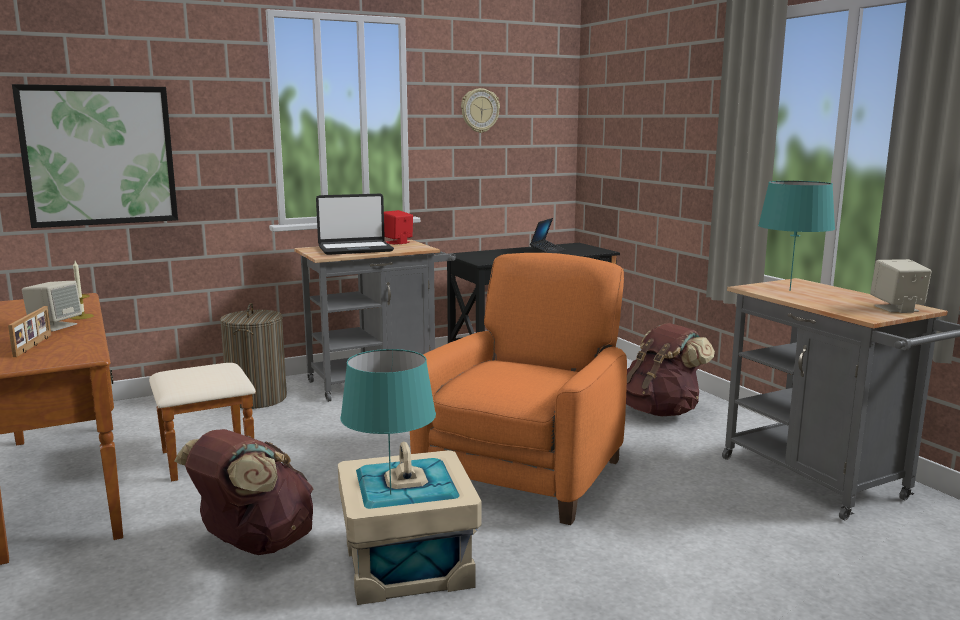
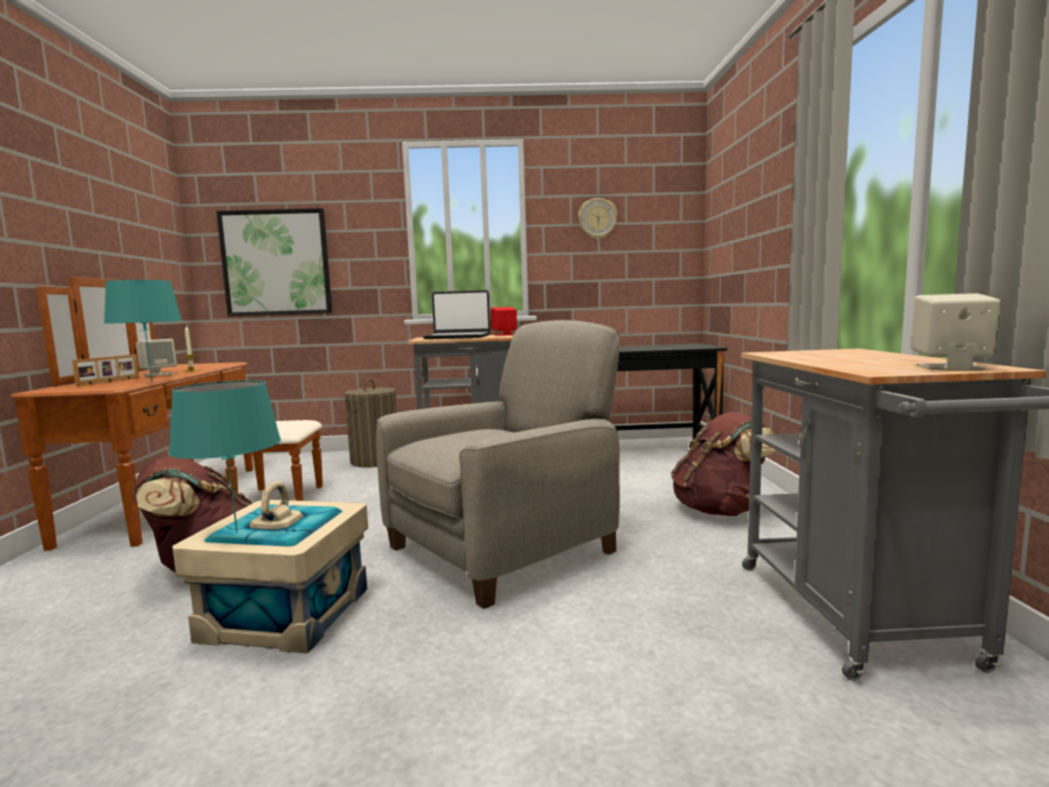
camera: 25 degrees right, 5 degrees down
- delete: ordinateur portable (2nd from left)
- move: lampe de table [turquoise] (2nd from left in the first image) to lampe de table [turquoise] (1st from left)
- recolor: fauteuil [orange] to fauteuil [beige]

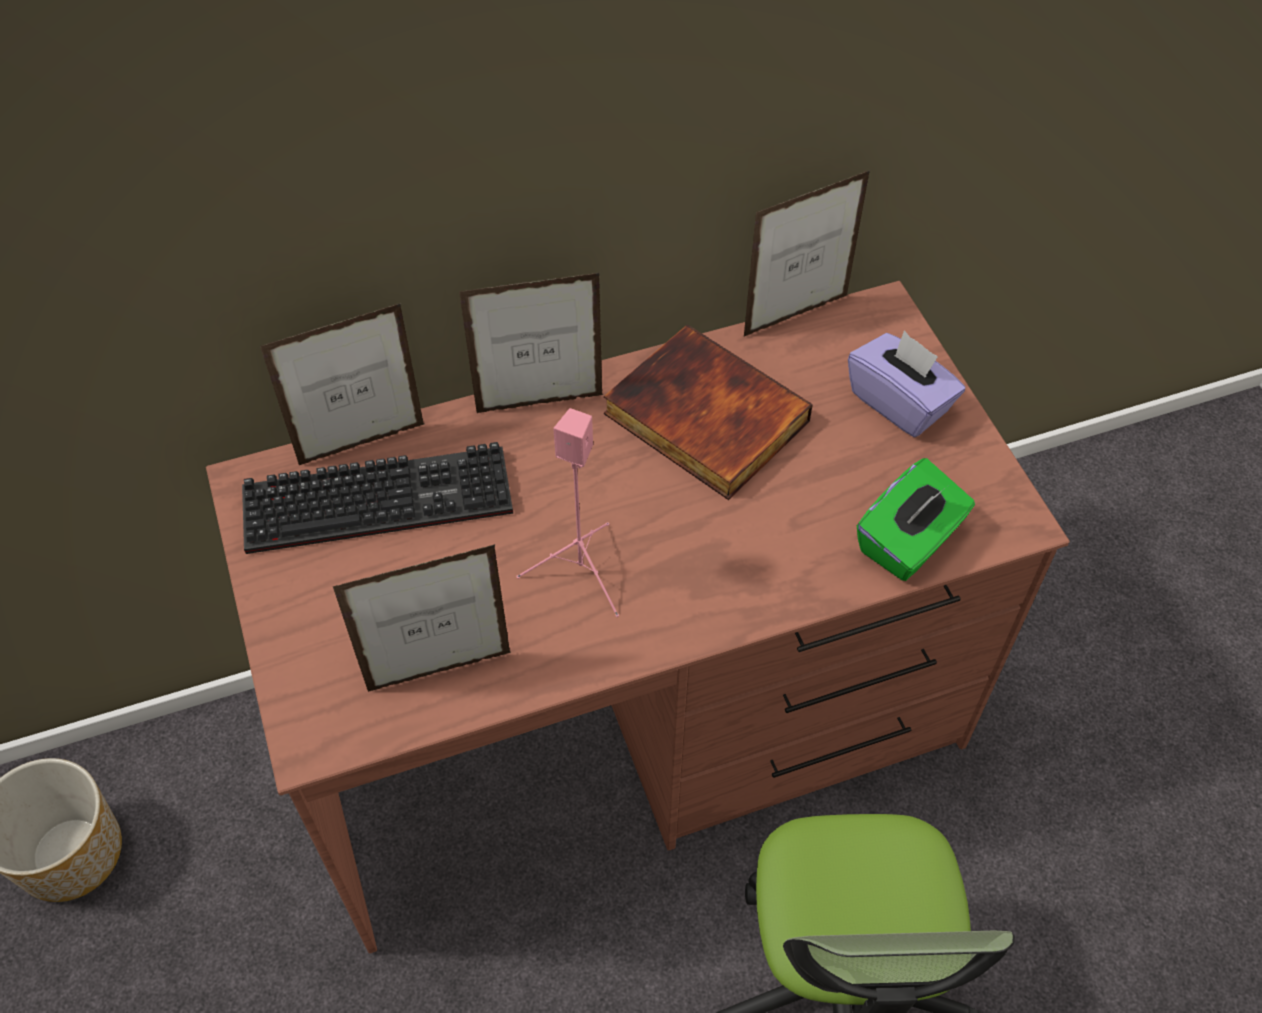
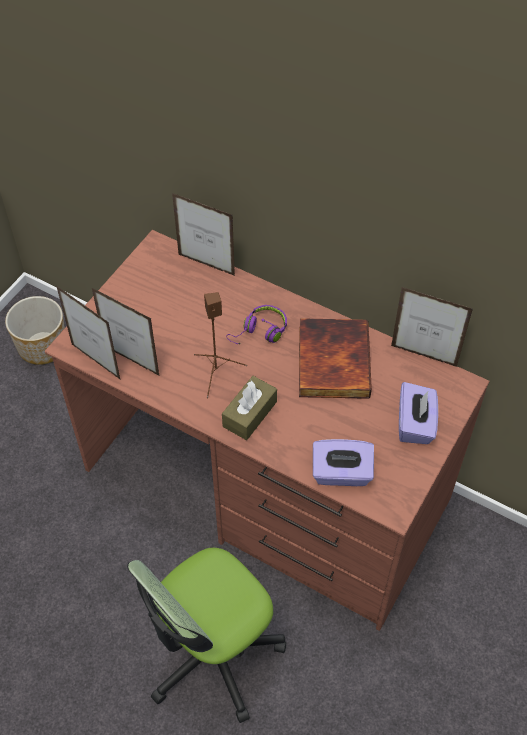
camera: 50 degrees right, 0 degrees up
- delete: clavier
- insert: boîte à mouchoirs [marron]
- insert: casque audio [violet]
- move: cadre photo (3rd from left in the first image) to cadre photo (1st from left)
- recolor: enceinte [rose] to enceinte [marron]
- recolor: boîte à mouchoirs [vert] to boîte à mouchoirs [violet] (1st from left)

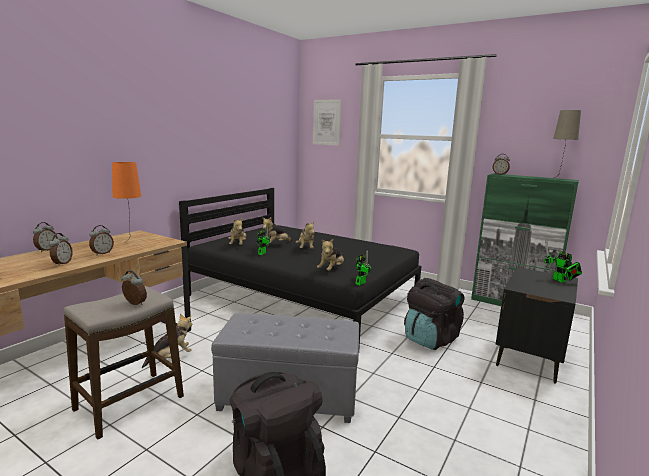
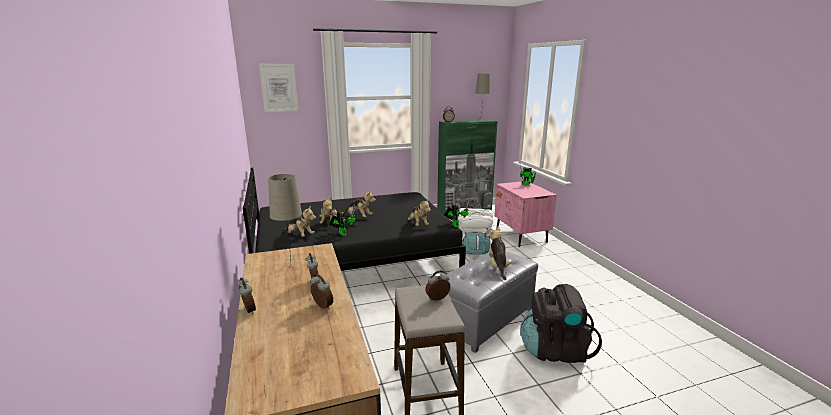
camera: 50 degrees left, 5 degrees up
- move: peluche (1st from left in the first image) to peluche (5th from left)
- recolor: lampe de table [orange] to lampe de table [beige] (1st from left)
- recolor: sac à dos [noir] (2nd from left) to sac à dos [blanc]
- recolor: table de chevet [noir] to table de chevet [rose]

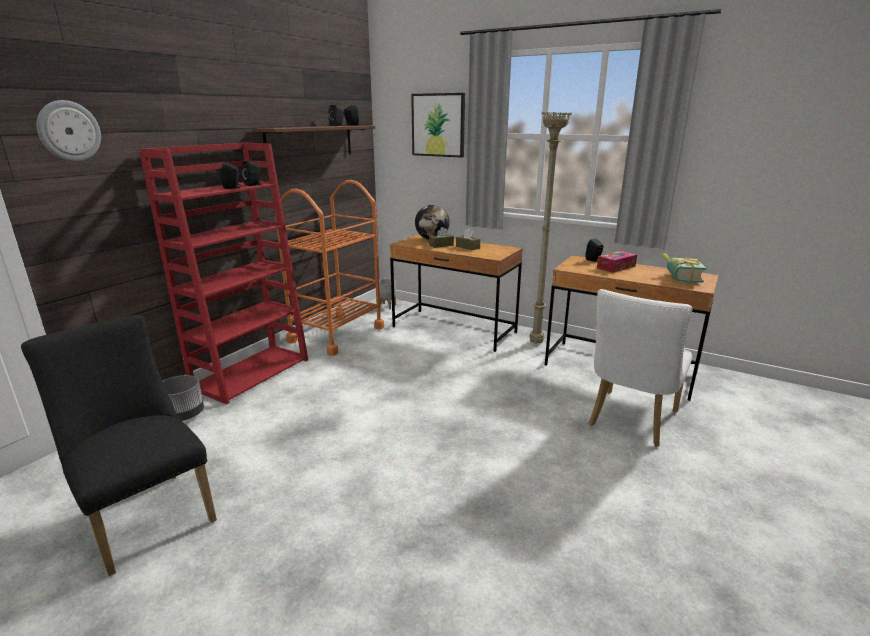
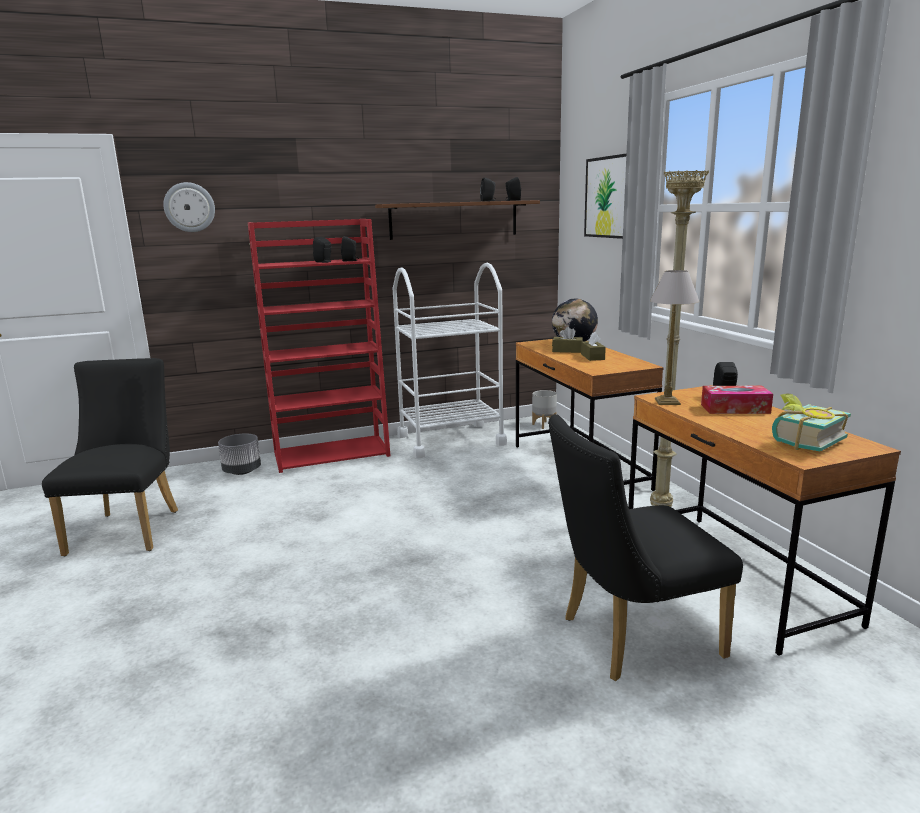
camera: 40 degrees right, 5 degrees down
- insert: lampe de table
- recolor: chariot [orange] to chariot [blanc]
- recolor: chaise [blanc] to chaise [noir] (2nd from left)

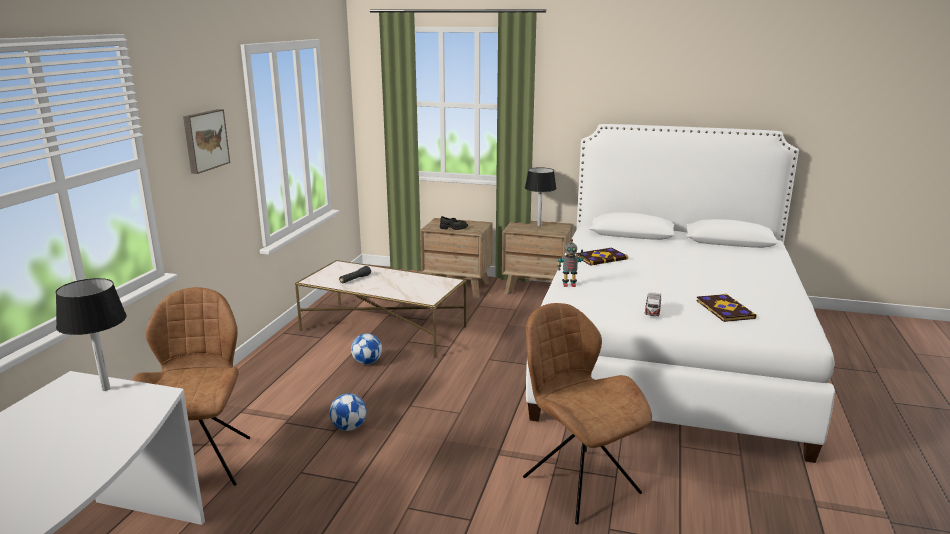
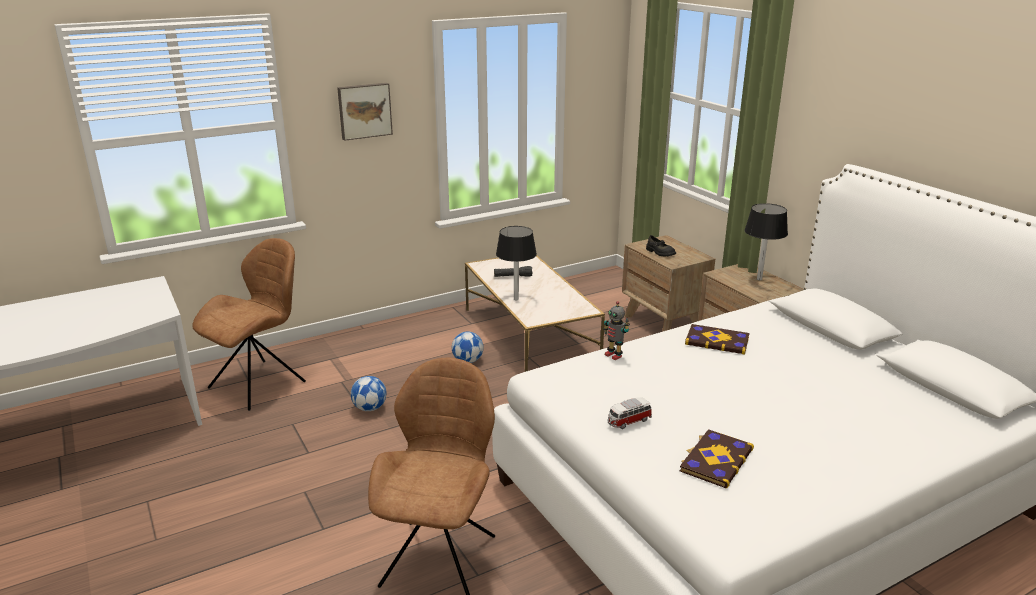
camera: 45 degrees right, 5 degrees up
- move: lampe de table [noir] (1st from left)

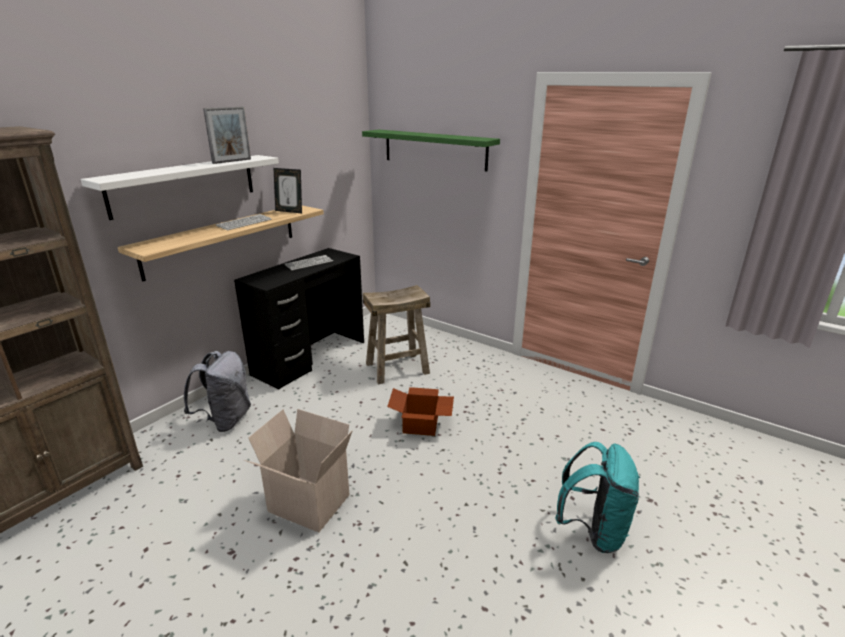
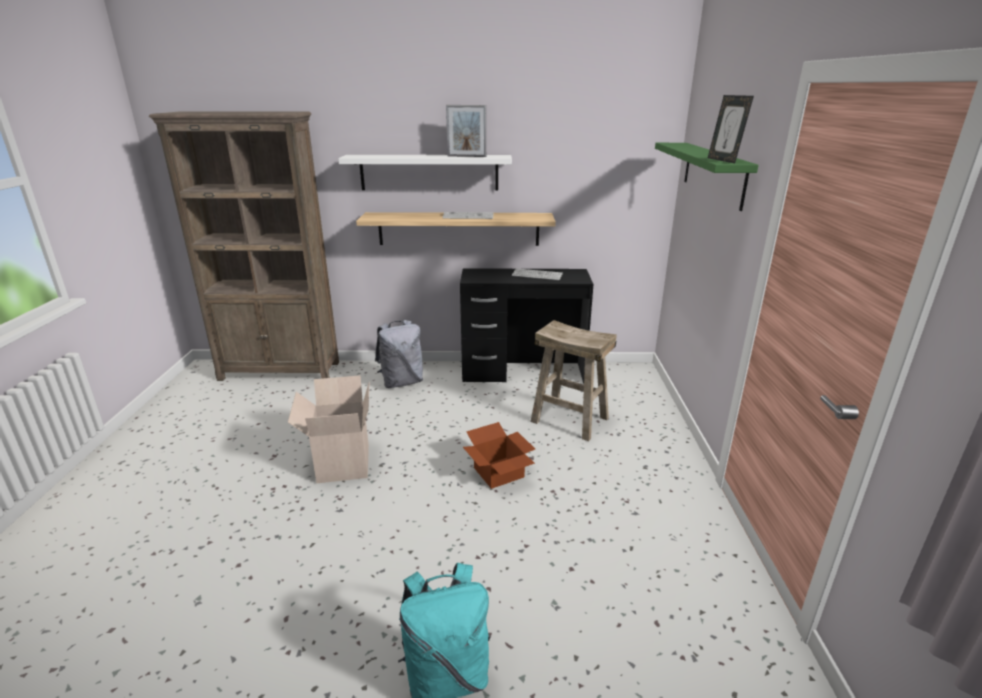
camera: 55 degrees right, 0 degrees up
- move: cadre photo (2nd from left)

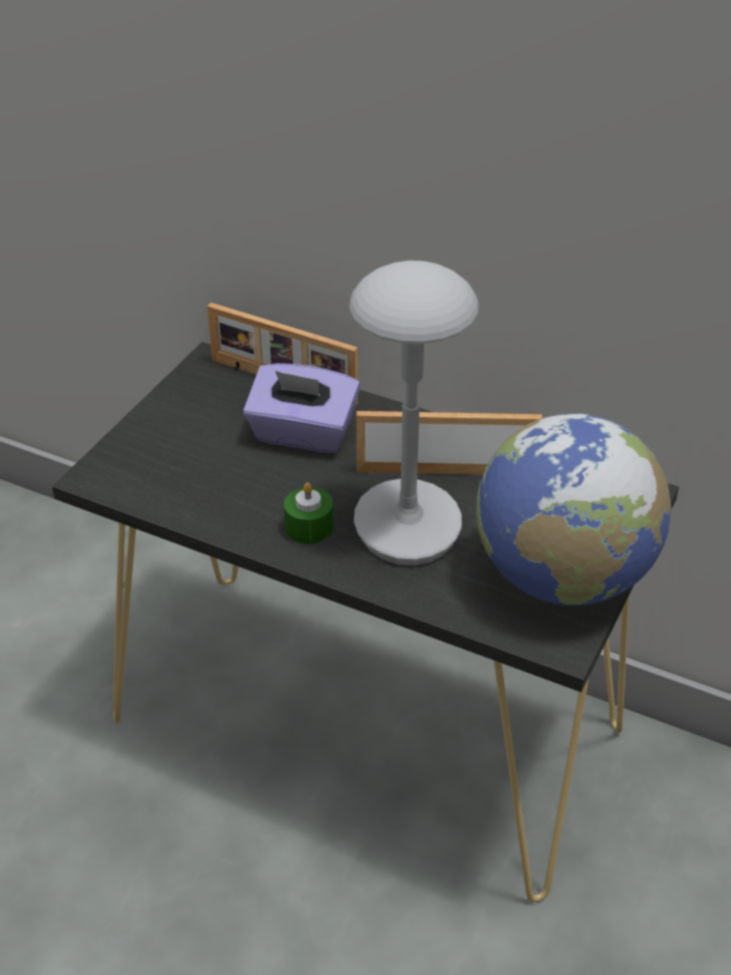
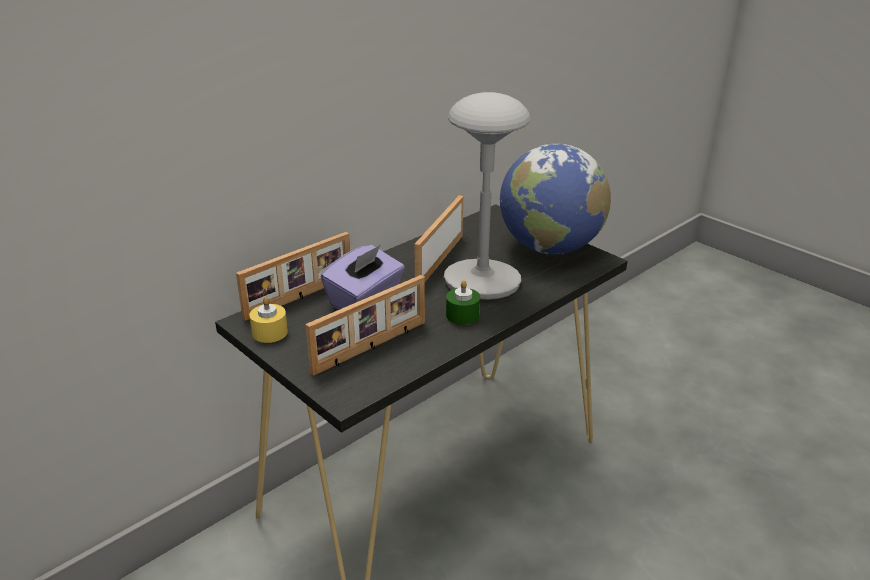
camera: 70 degrees left, 10 degrees down
- insert: bougie [jaune]
- insert: cadre photo (2nd from left)

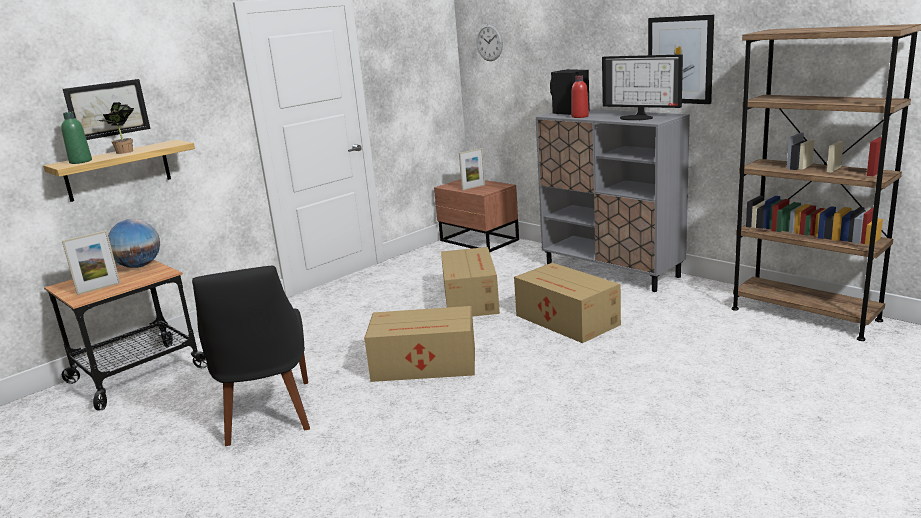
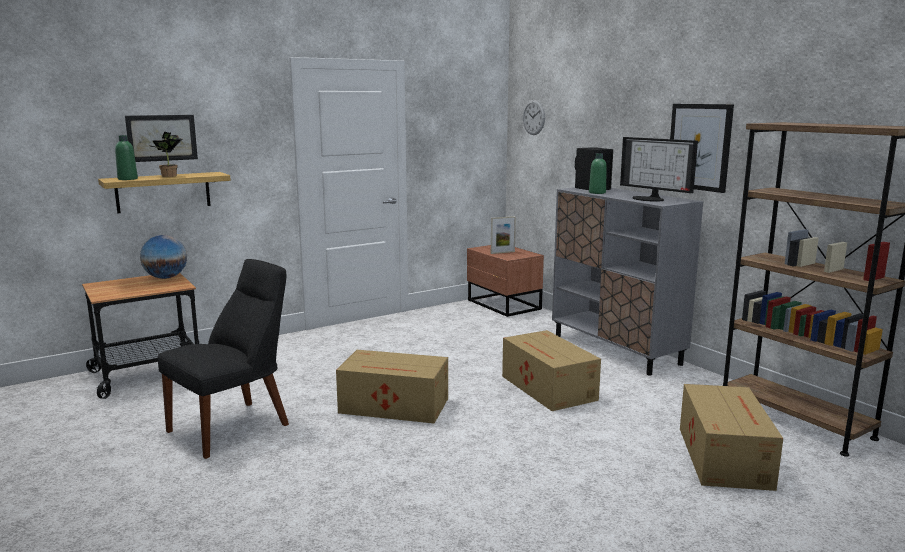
camera: 10 degrees right, 5 degrees down
- delete: cadre photo (1st from left)
- move: carton (2nd from left in the first image) to carton (3rd from left)
- recolor: bouteille [rouge] to bouteille [vert] (2nd from left)
- rotate: chaise [noir] 135 degrees counterclockwise

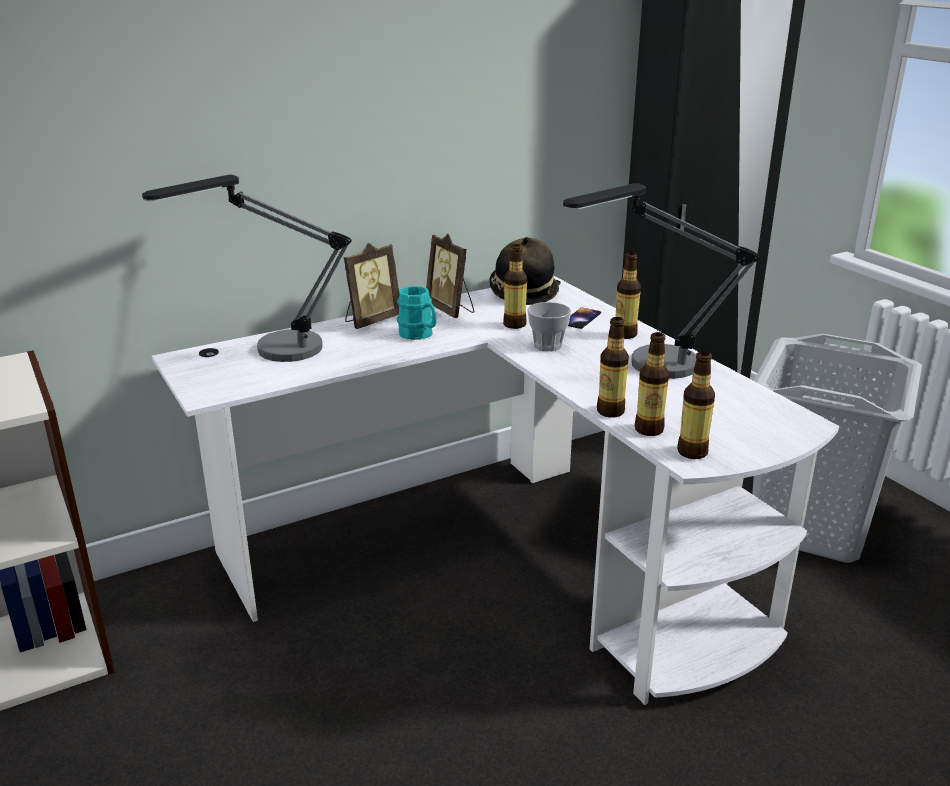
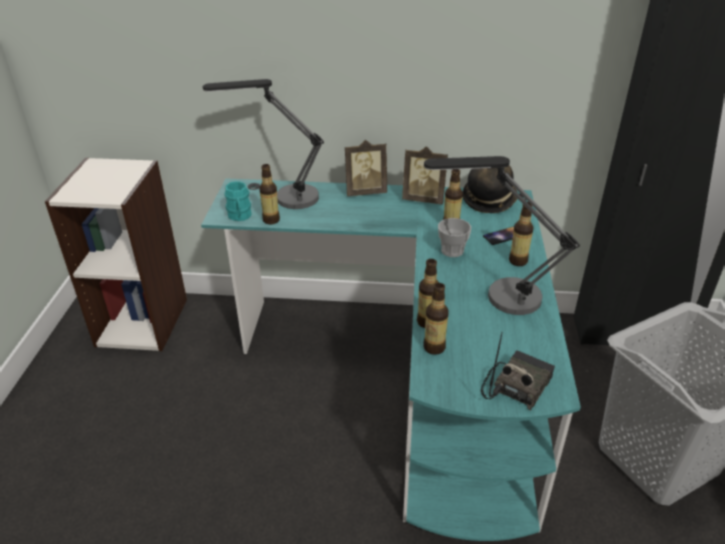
camera: 35 degrees right, 10 degrees up
- insert: radio
- move: mug [turquoise]
- move: bouteille (5th from left in the first image) to bouteille (1st from left)
- recolor: bureau [blanc] to bureau [turquoise]
- rotate: cadre photo (2nd from left) 75 degrees counterclockwise

